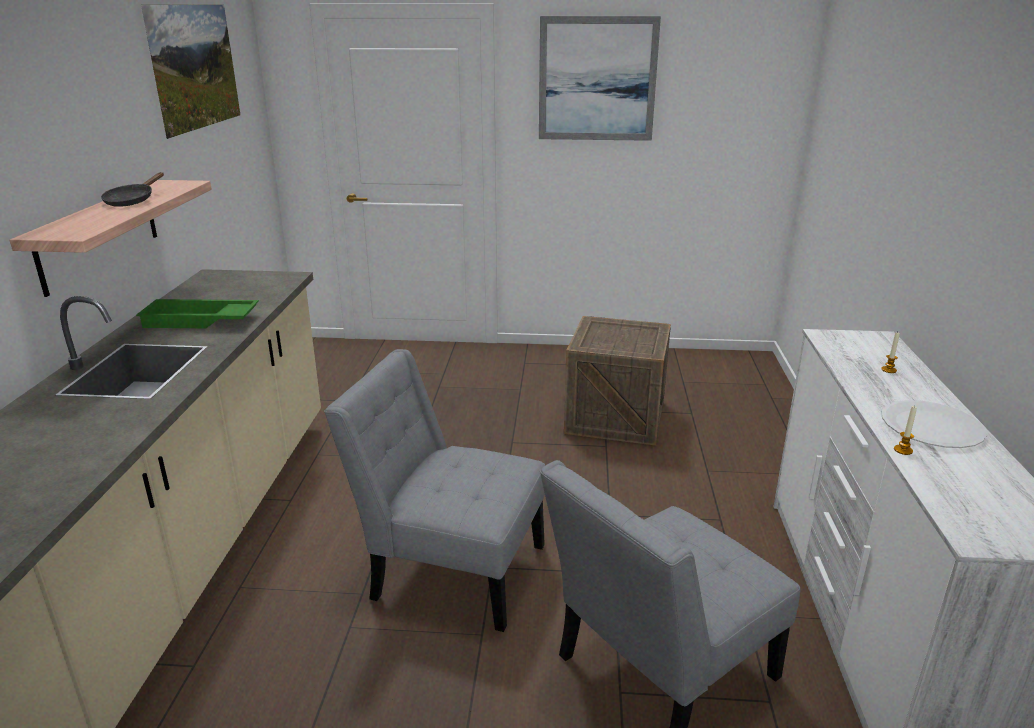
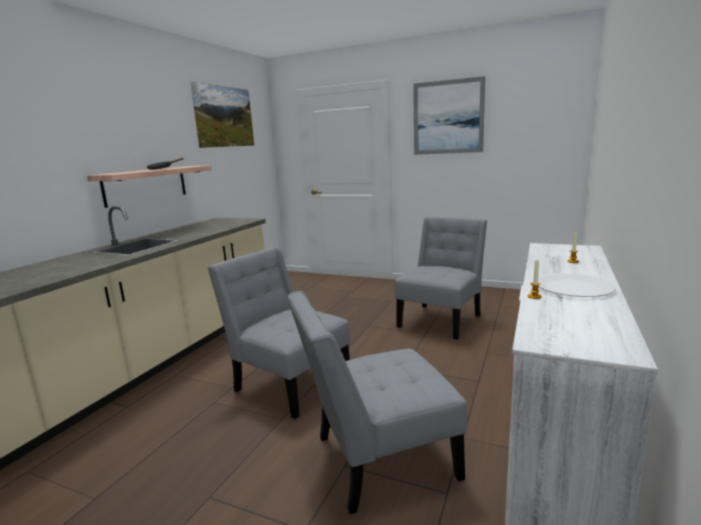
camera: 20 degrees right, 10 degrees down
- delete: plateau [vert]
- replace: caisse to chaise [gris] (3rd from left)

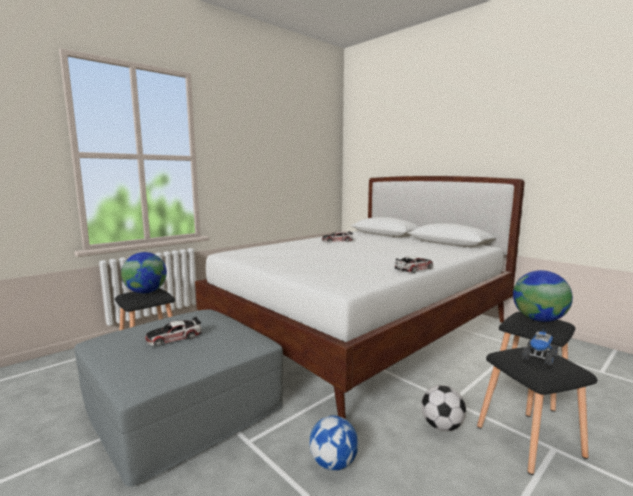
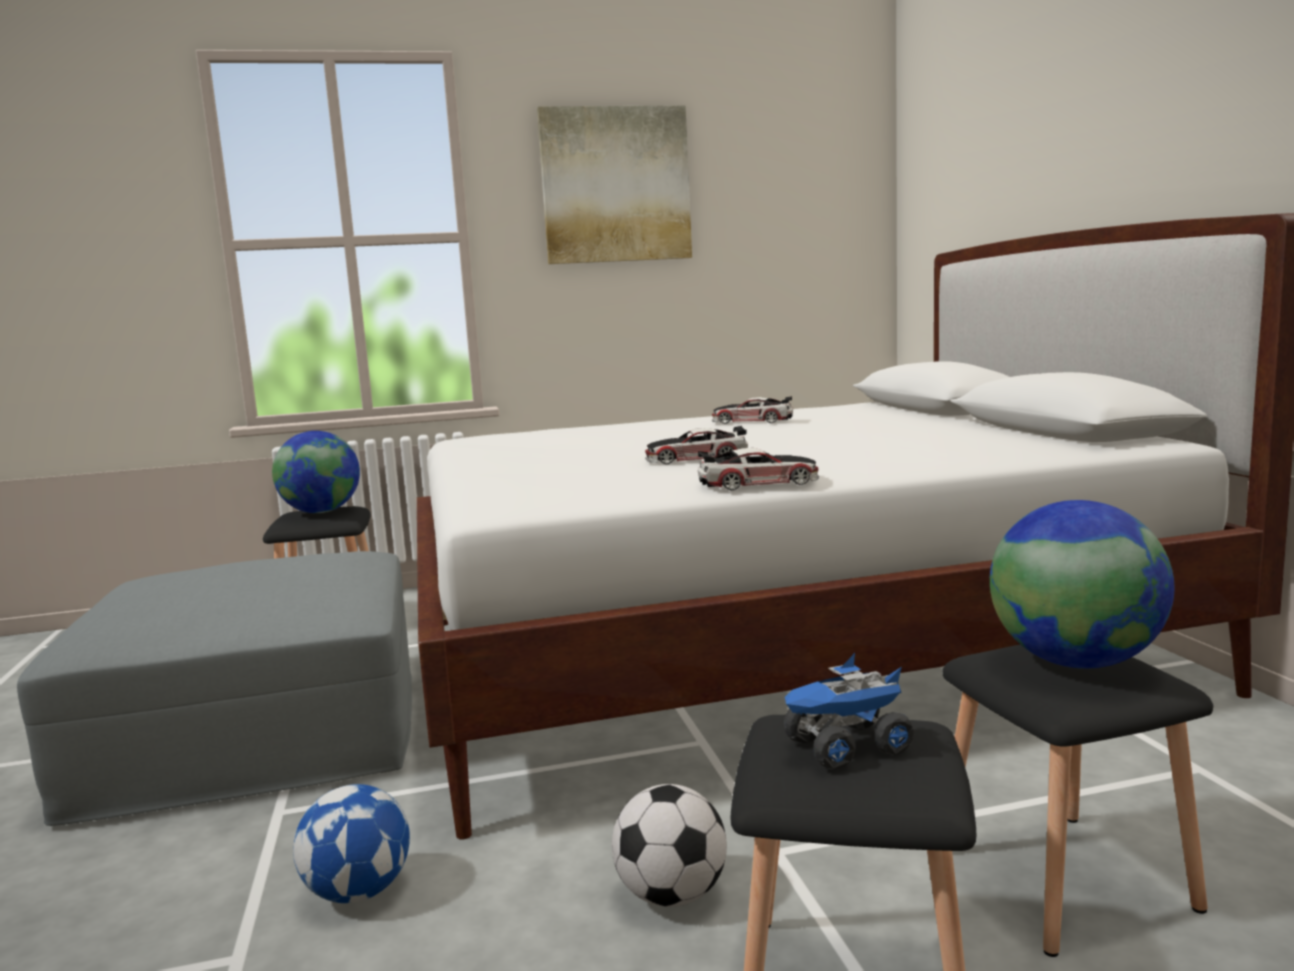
camera: 30 degrees right, 0 degrees up
- insert: tableau
- move: petite voiture (1st from left)

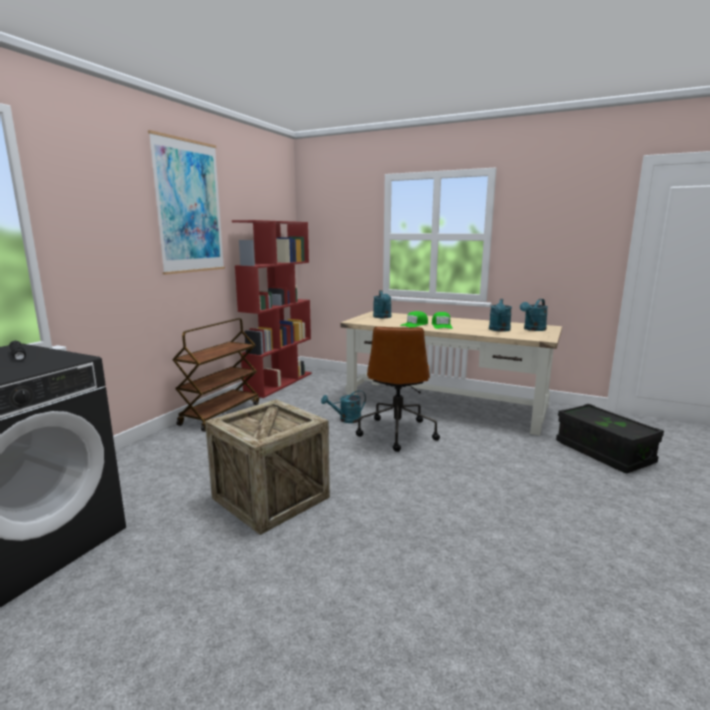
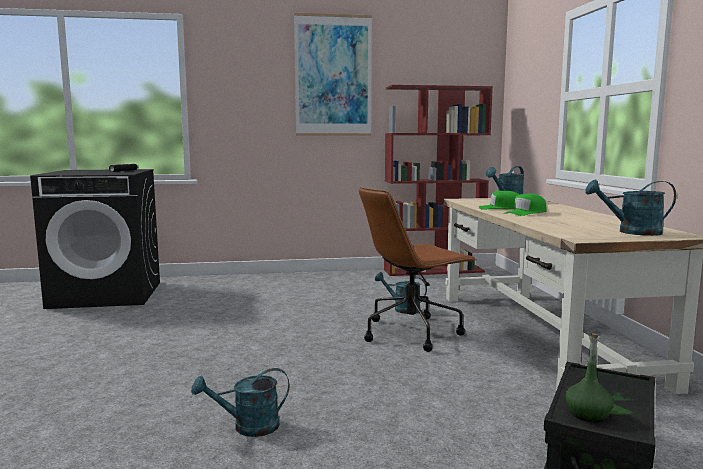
camera: 55 degrees right, 5 degrees down
- delete: chariot [marron]
- delete: caisse
- insert: bouteille [vert]
- move: arrosoir [turquoise] (3rd from left in the first image) to arrosoir [turquoise] (1st from left)

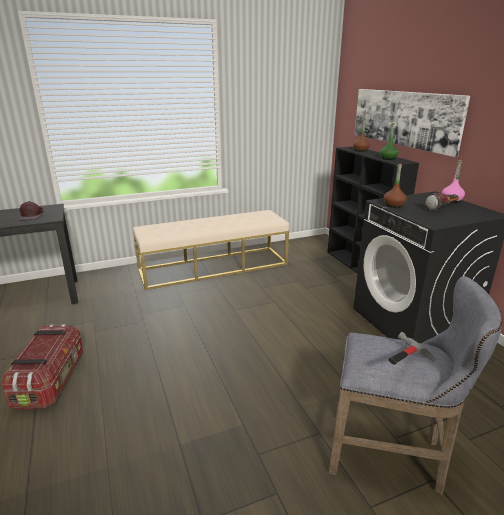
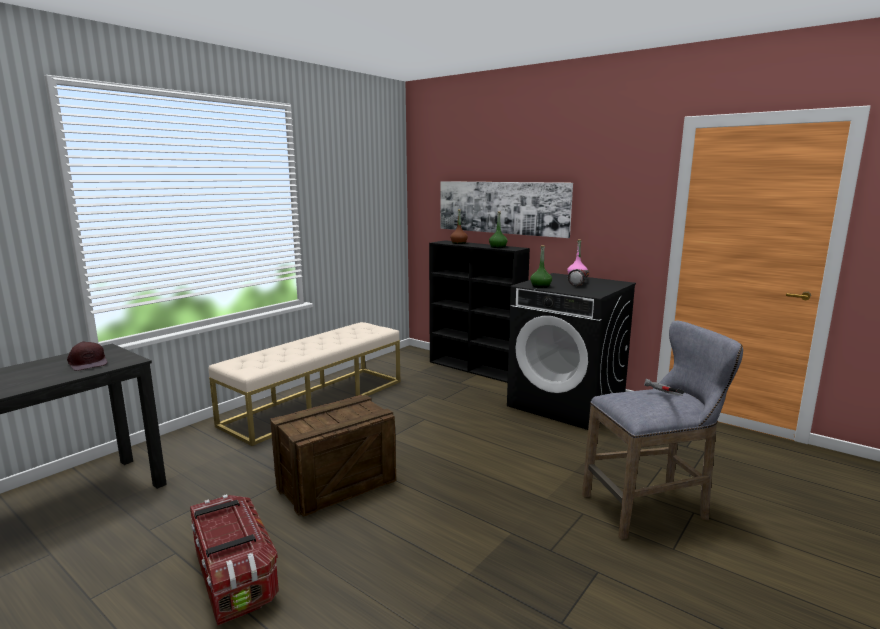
camera: 30 degrees left, 10 degrees down
- insert: caisse
- recolor: bouteille [marron] (2nd from left) to bouteille [vert] (2nd from left)

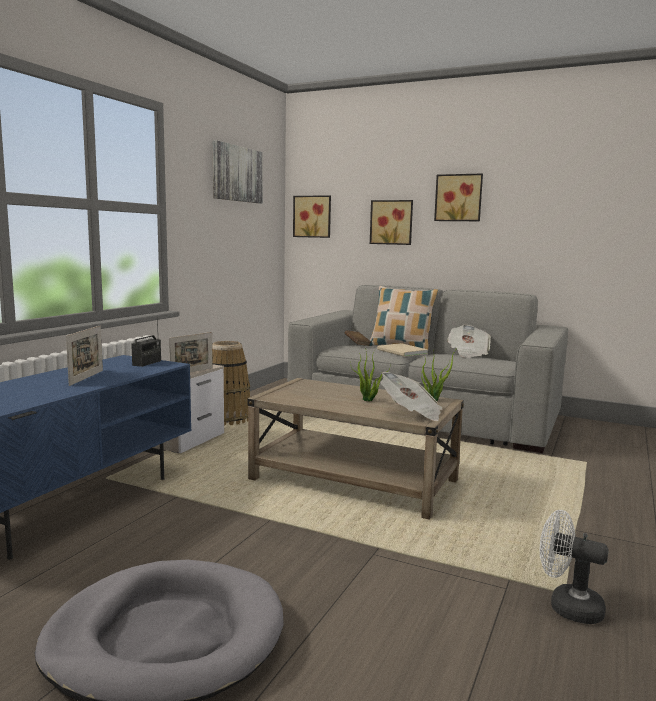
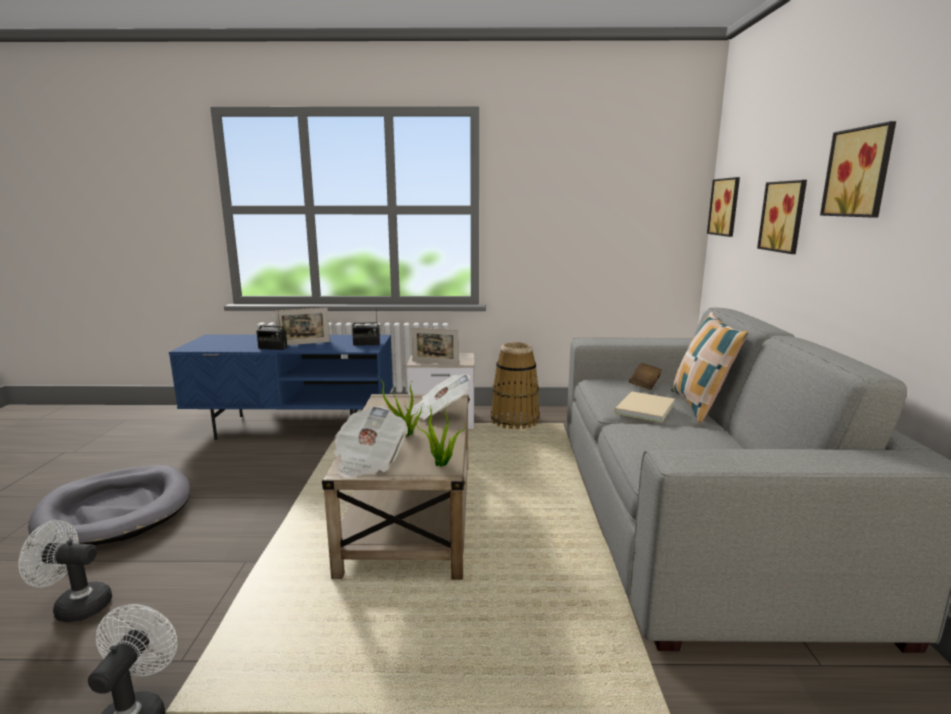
camera: 65 degrees right, 5 degrees up
- delete: tableau (1st from left)
- insert: ventilateur [blanc] (1st from left)
- insert: radio (1st from left)
- move: journal (2nd from left)

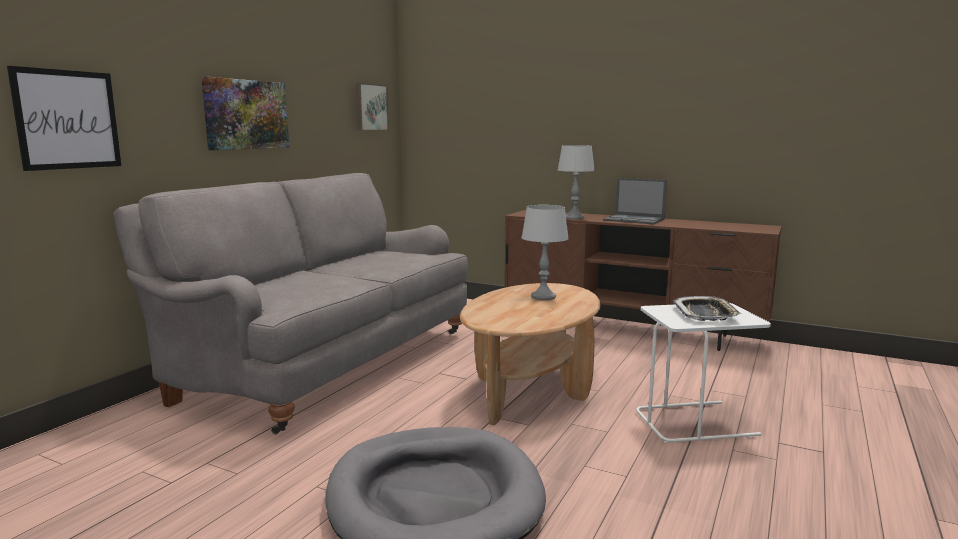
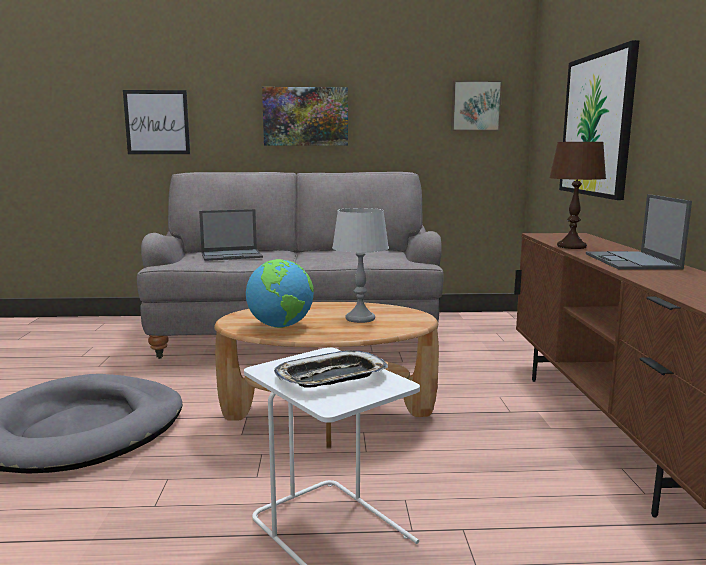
camera: 60 degrees right, 0 degrees up
- insert: ordinateur portable (1st from left)
- insert: globe
- insert: tableau (4th from left)
- recolor: lampe de table [gris] (2nd from left) to lampe de table [marron]

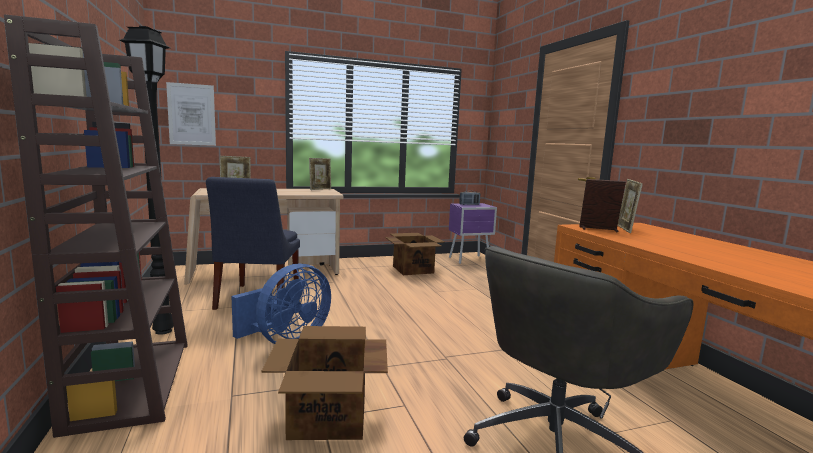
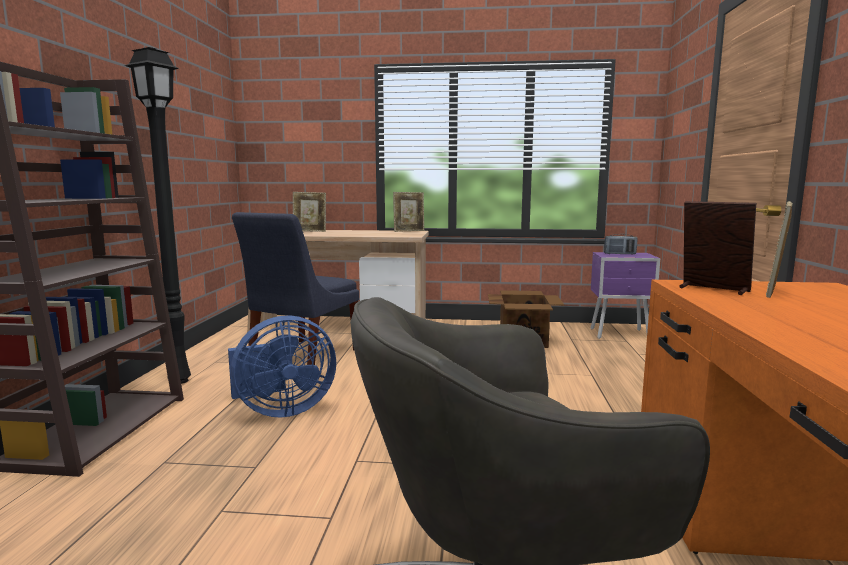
camera: 25 degrees right, 0 degrees up
- delete: tableau
- delete: carton (1st from left)

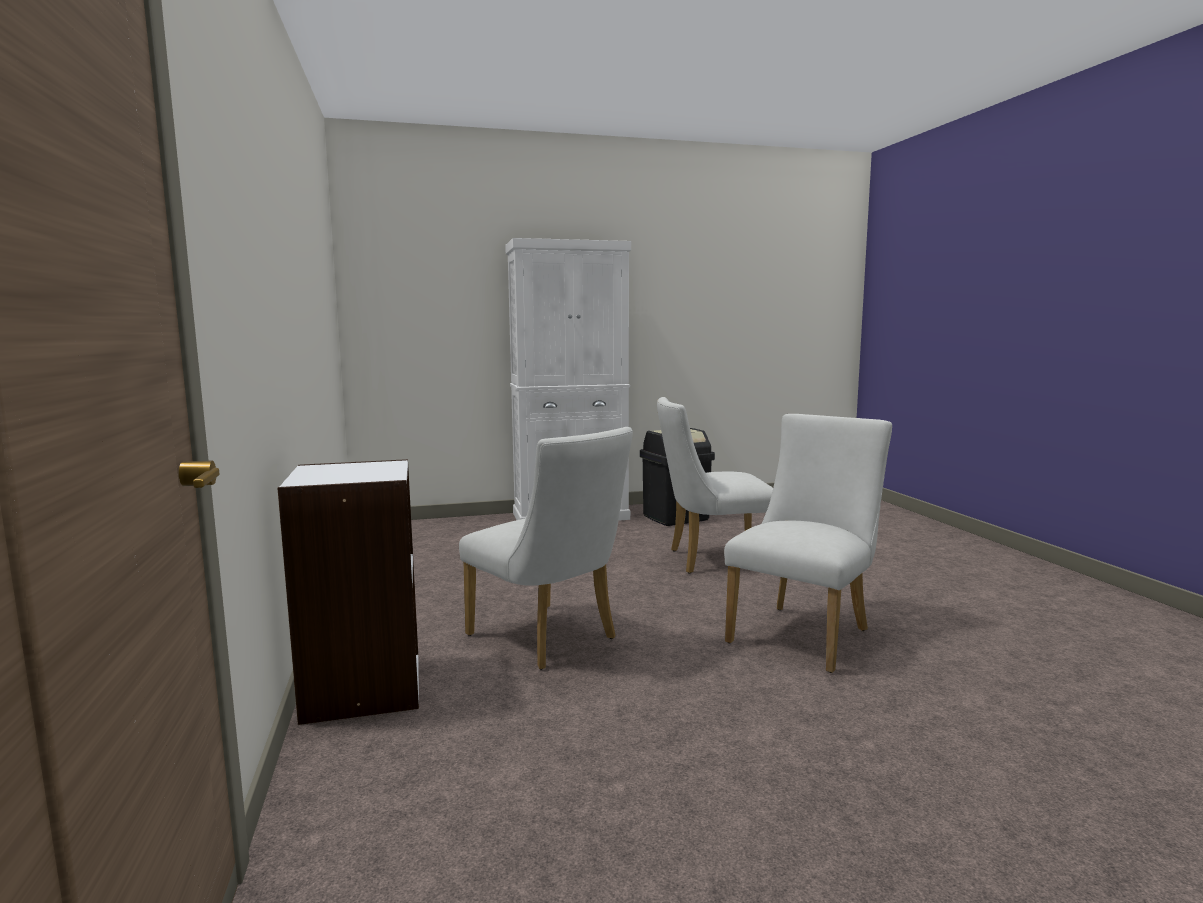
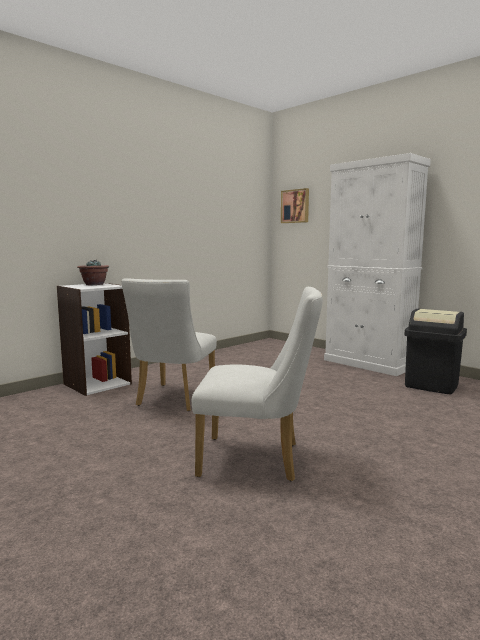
camera: 60 degrees right, 0 degrees up
- delete: chaise [blanc] (2nd from left)
- insert: plante en pot
- insert: tableau

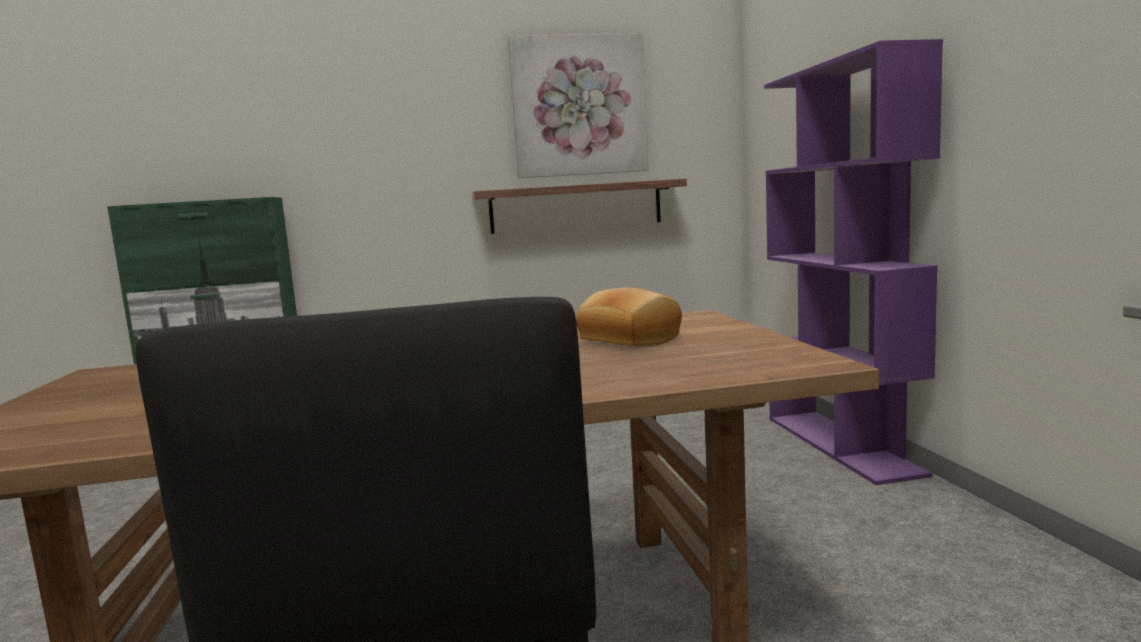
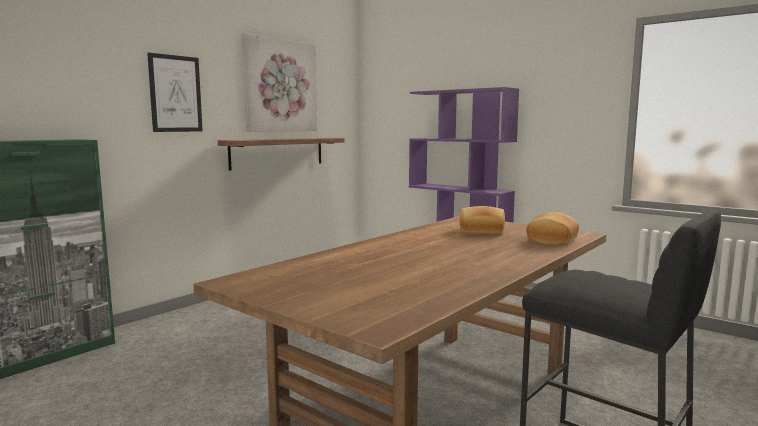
camera: 40 degrees left, 0 degrees up
- insert: tableau (1st from left)
- insert: pain (2nd from left)

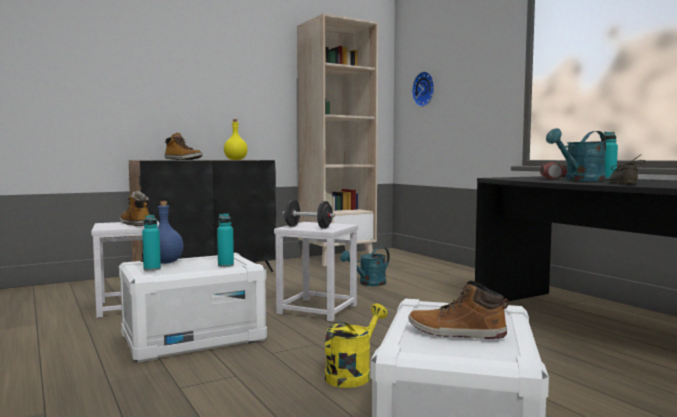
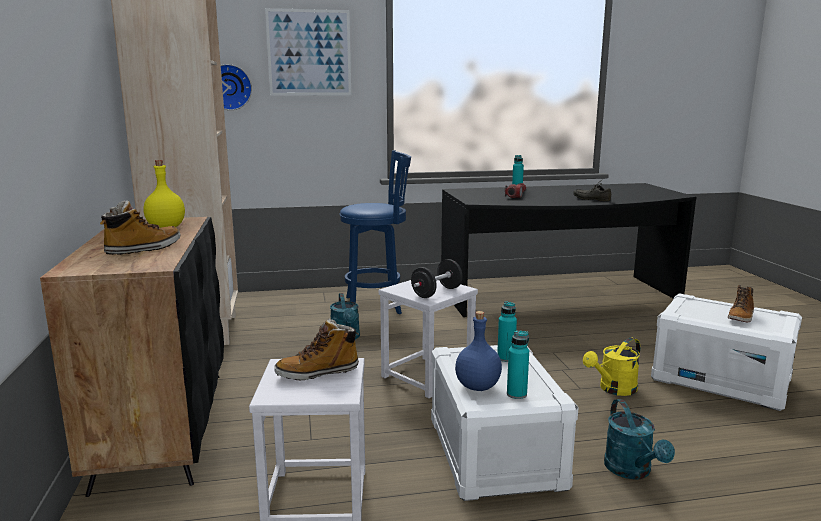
camera: 70 degrees left, 10 degrees up
- insert: tableau
- insert: tabouret [bleu]
- move: arrosoir [turquoise] (2nd from left)
- rotate: arrosoir [jaune] 90 degrees counterclockwise

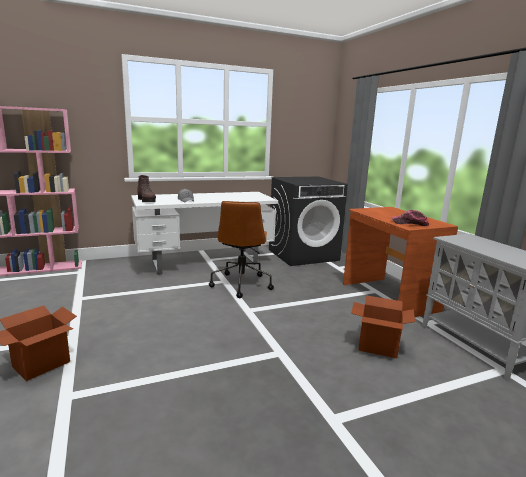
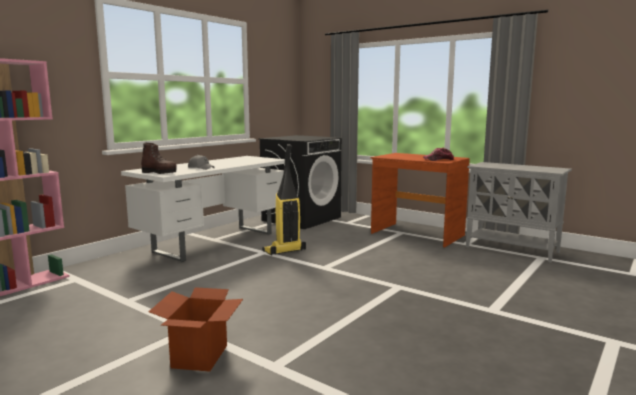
camera: 30 degrees left, 5 degrees down
- delete: carton (2nd from left)
- replace: chaise de bureau [marron] to aspirateur

